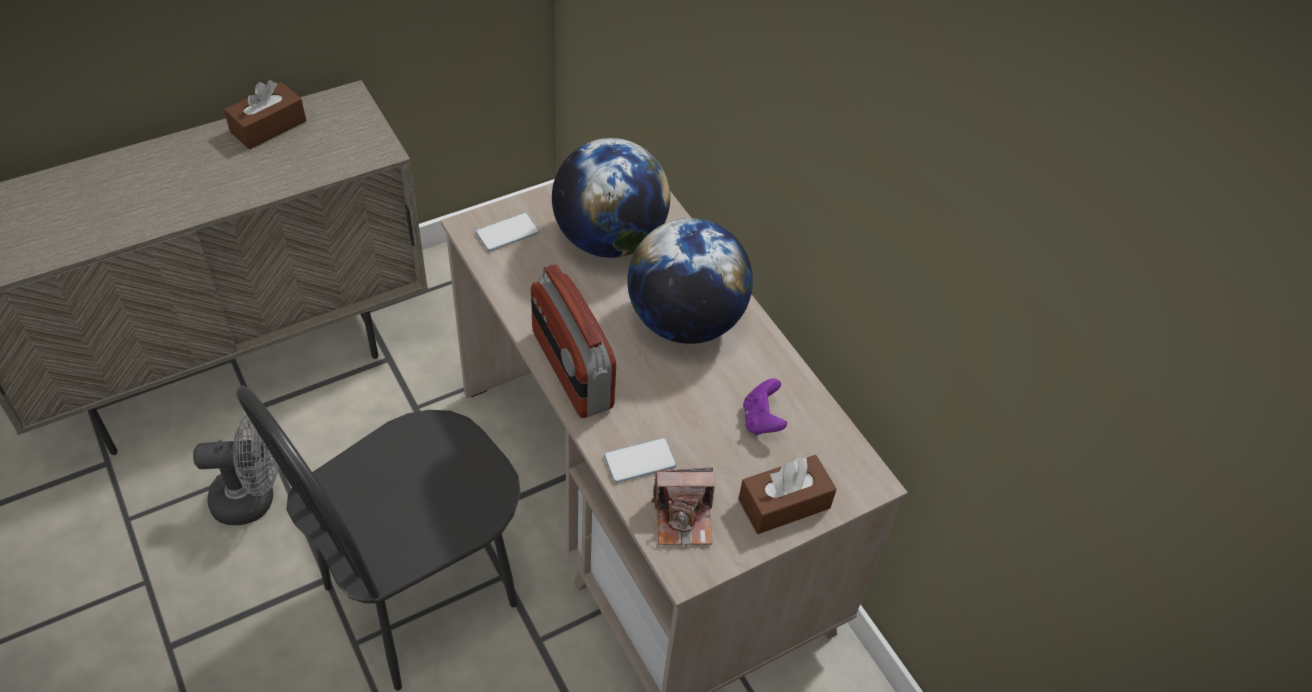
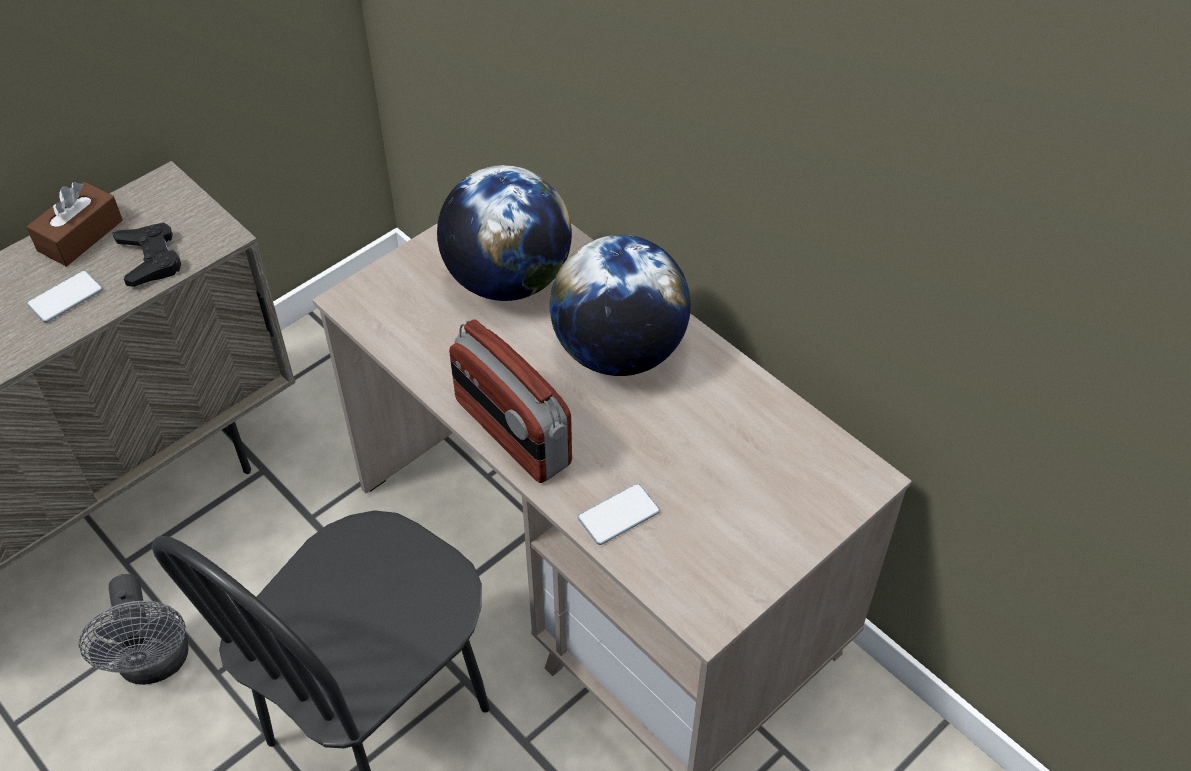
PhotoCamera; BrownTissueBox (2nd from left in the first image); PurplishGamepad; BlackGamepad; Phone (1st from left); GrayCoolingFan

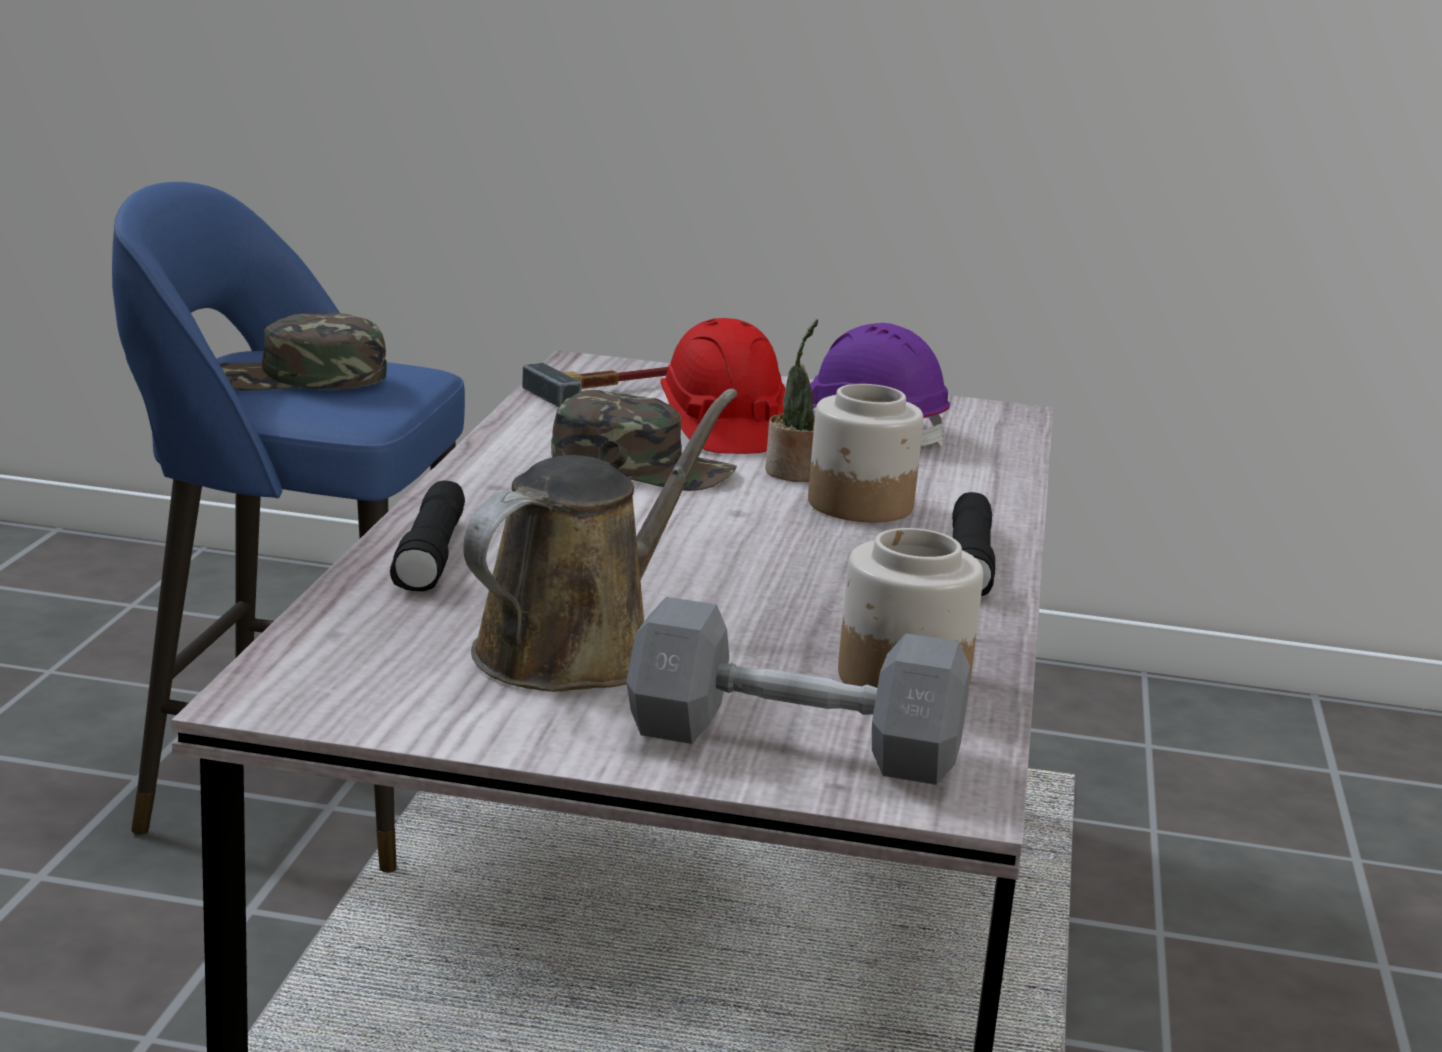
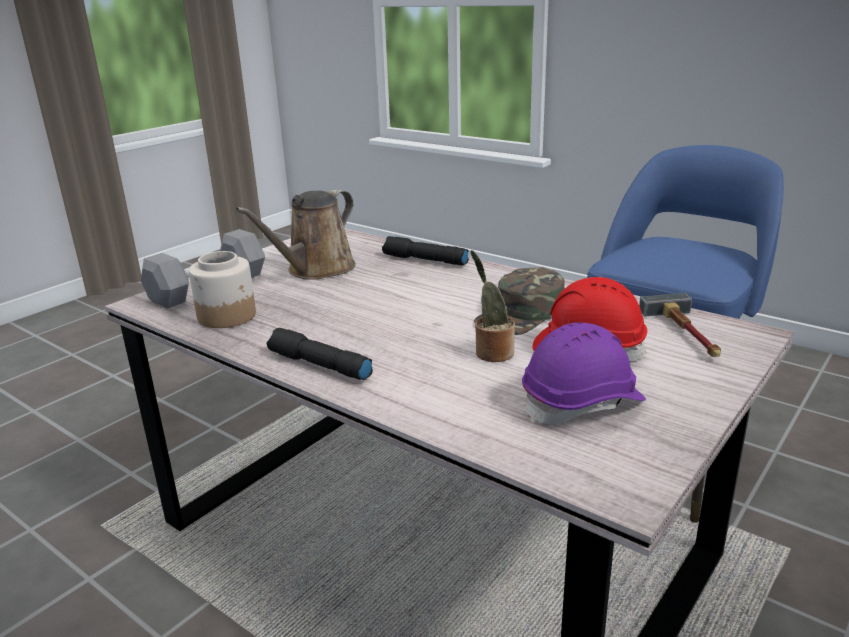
GreenishPeakedCap (1st from left in the first image); Jar (1st from left in the first image); BrownWateringCan

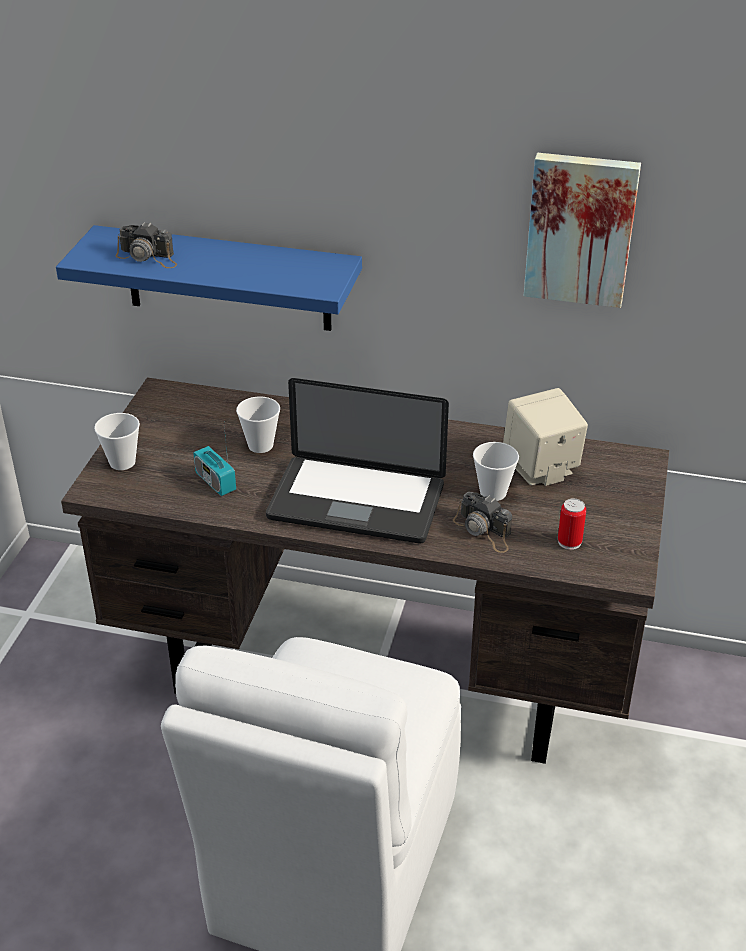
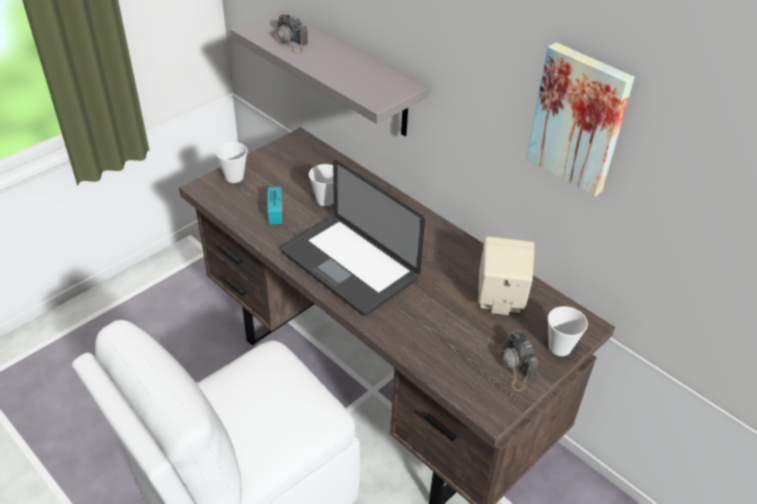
Can; PhotoCamera (2nd from left); Cup (3rd from left); GrayShelf

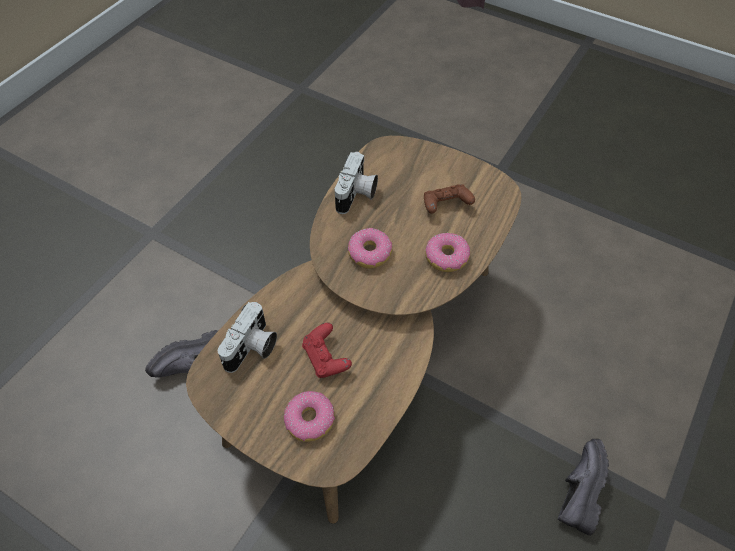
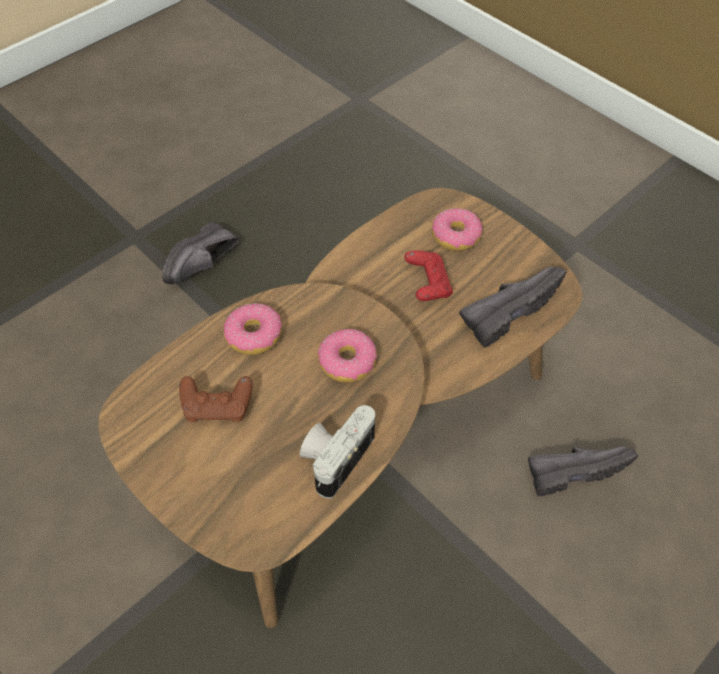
BlackShoe (2nd from left)

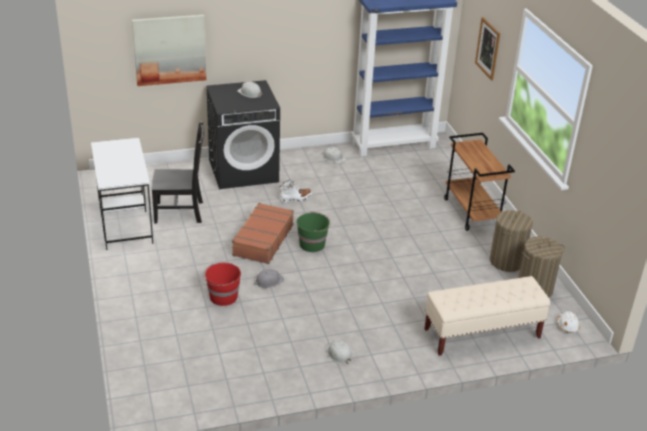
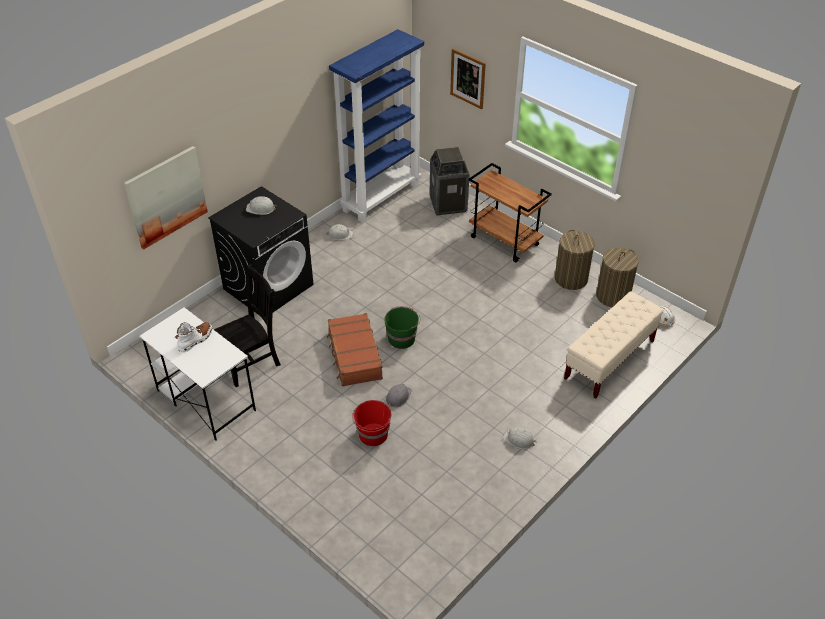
WasteBin; WhiteColouredTallBoot

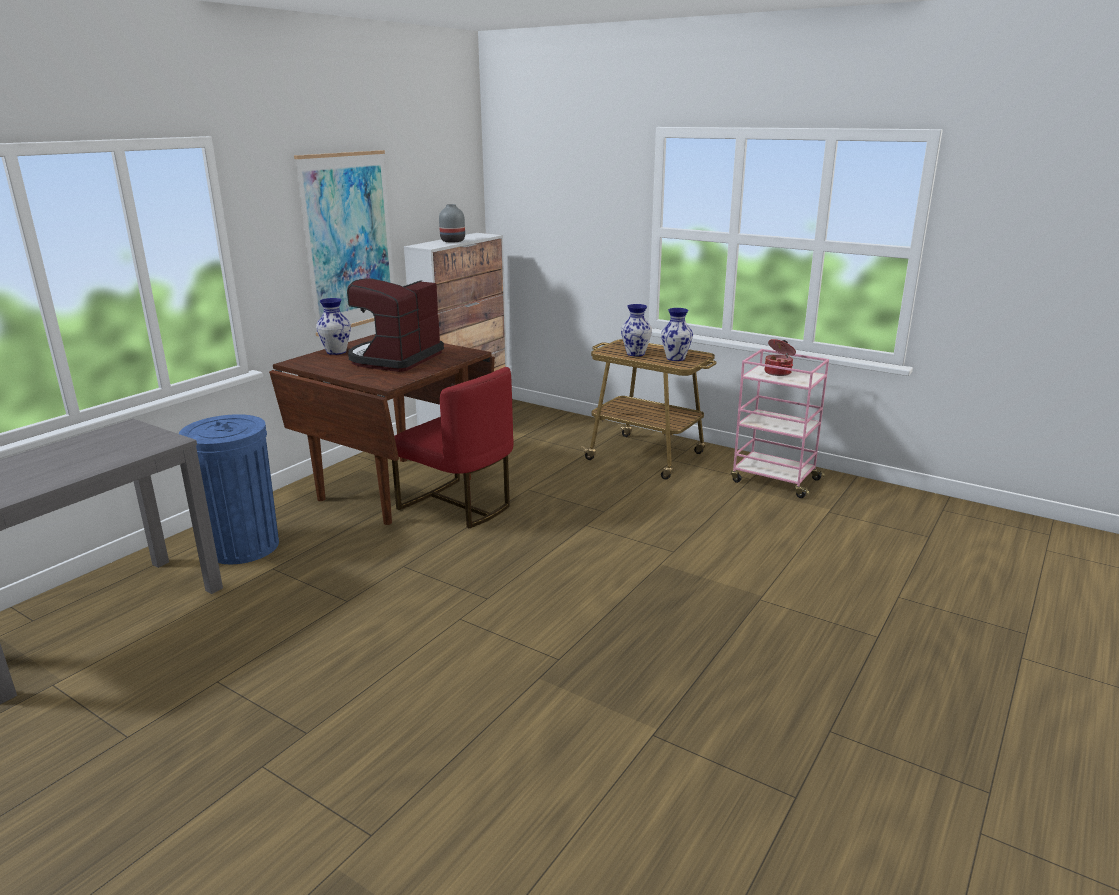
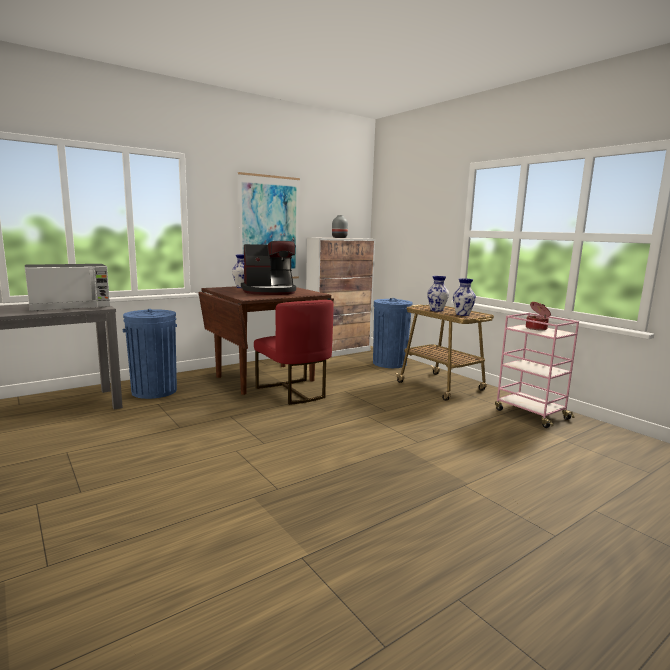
KitchenMicrowave; BlueColouredWasteBin (2nd from left); CoffeeMachine

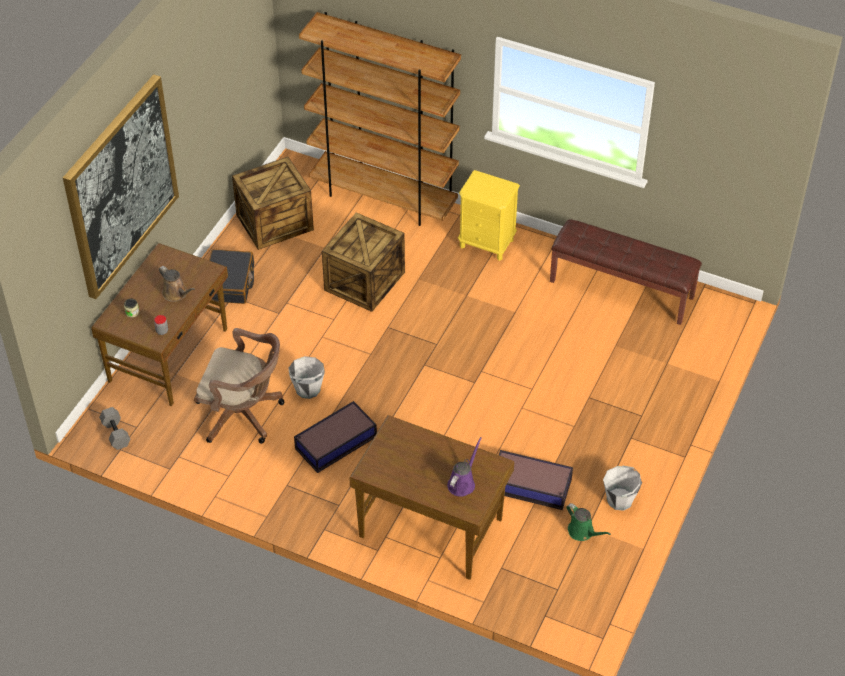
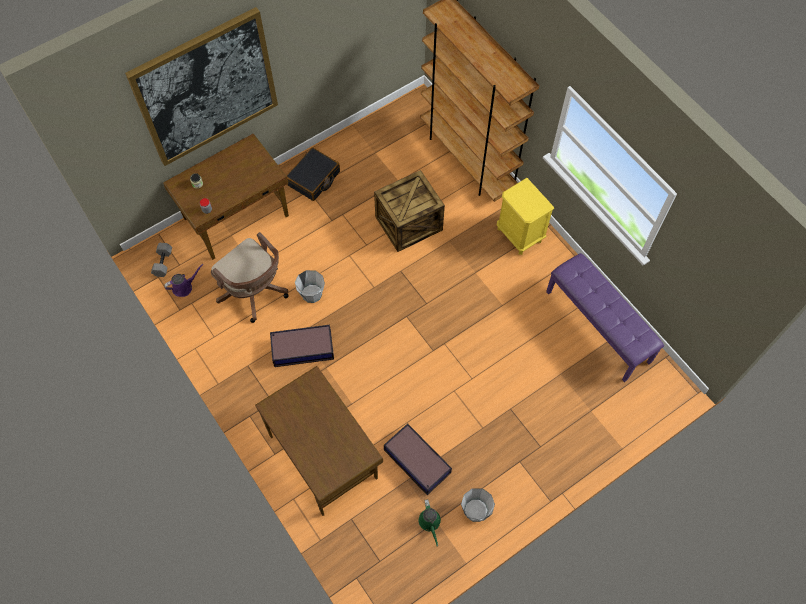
BrownWateringCan; ShippingCrate (1st from left in the first image); PurplishWateringCan; PurplishBench

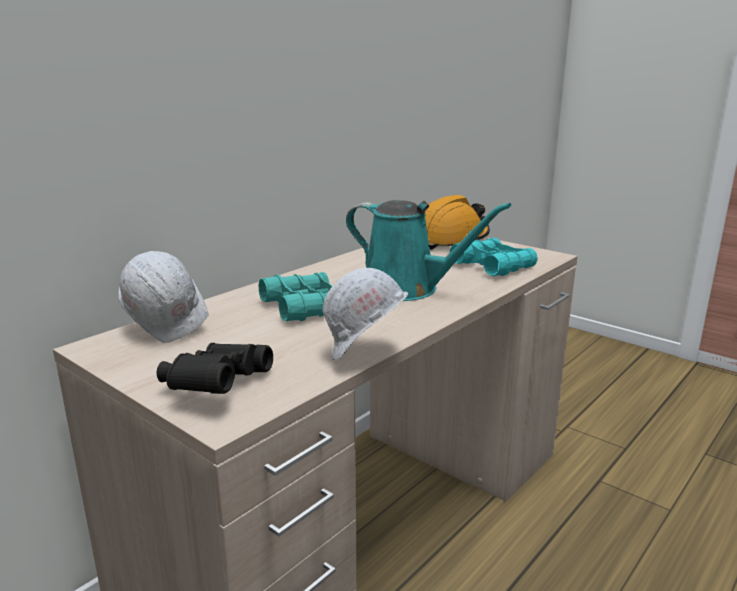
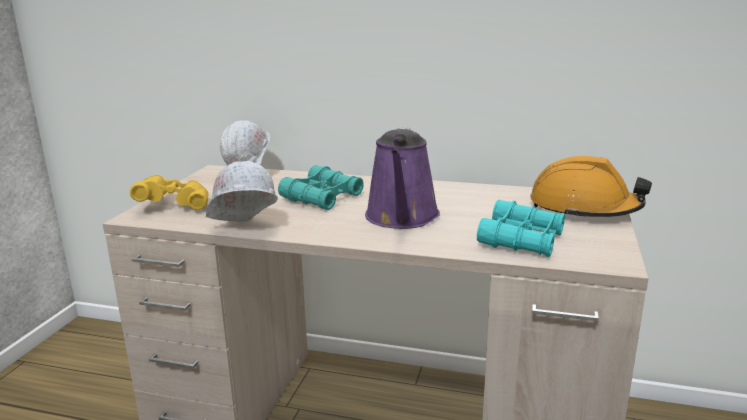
YellowBinoculars; PurplishWateringCan

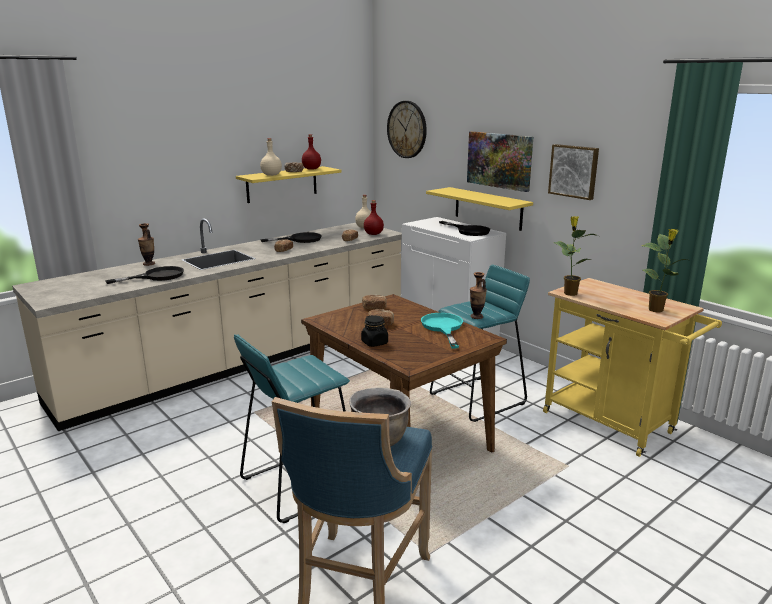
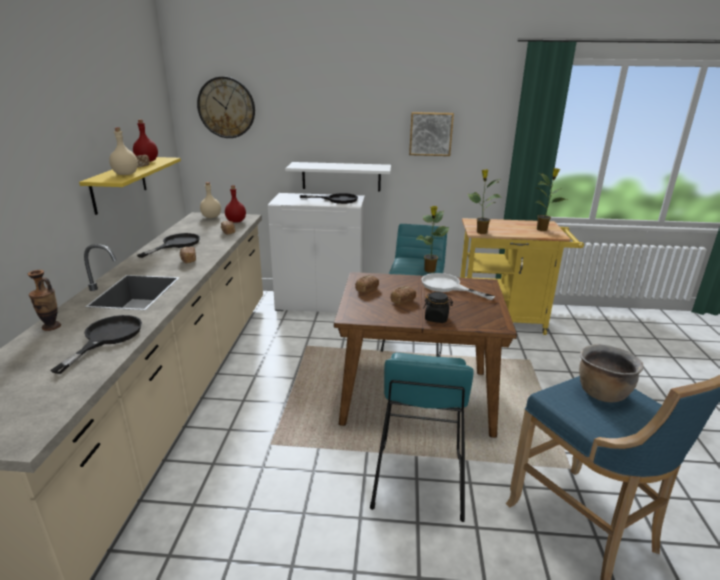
Picture (1st from left in the first image); Houseplant (1st from left); WhiteColouredPan; WhiteColouredShelf

